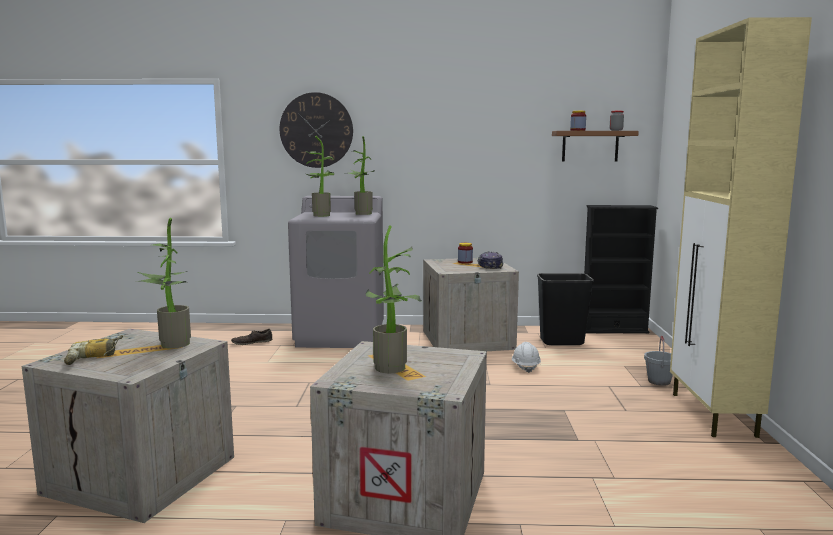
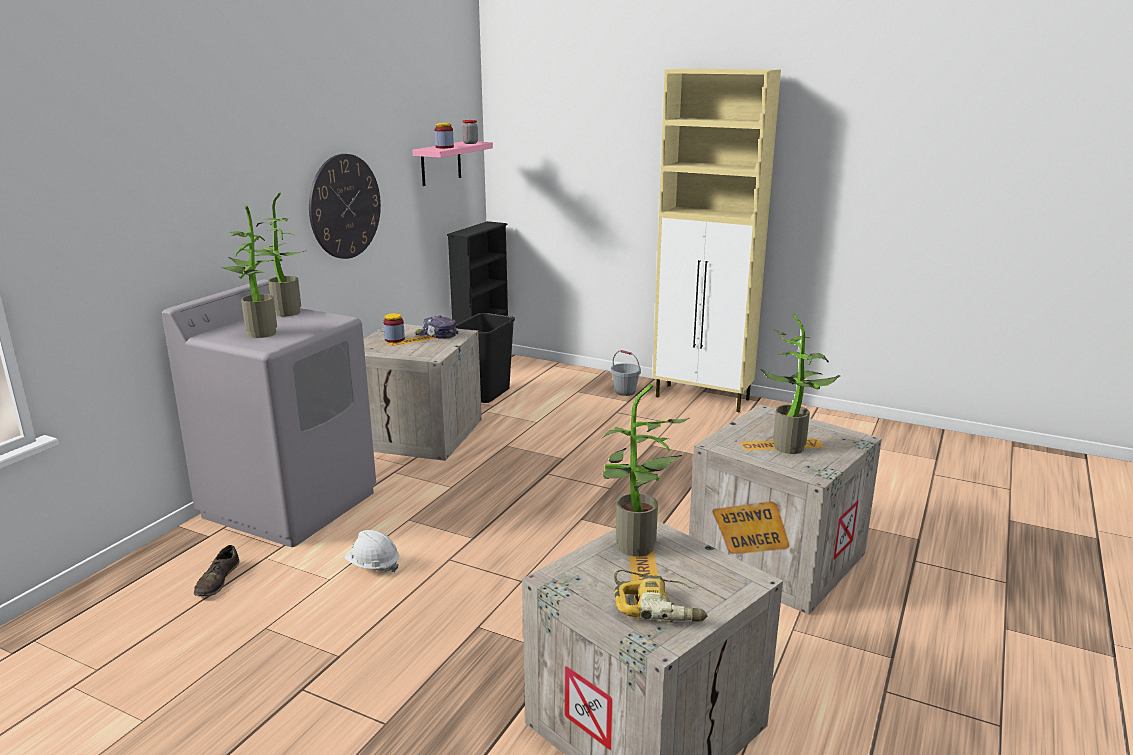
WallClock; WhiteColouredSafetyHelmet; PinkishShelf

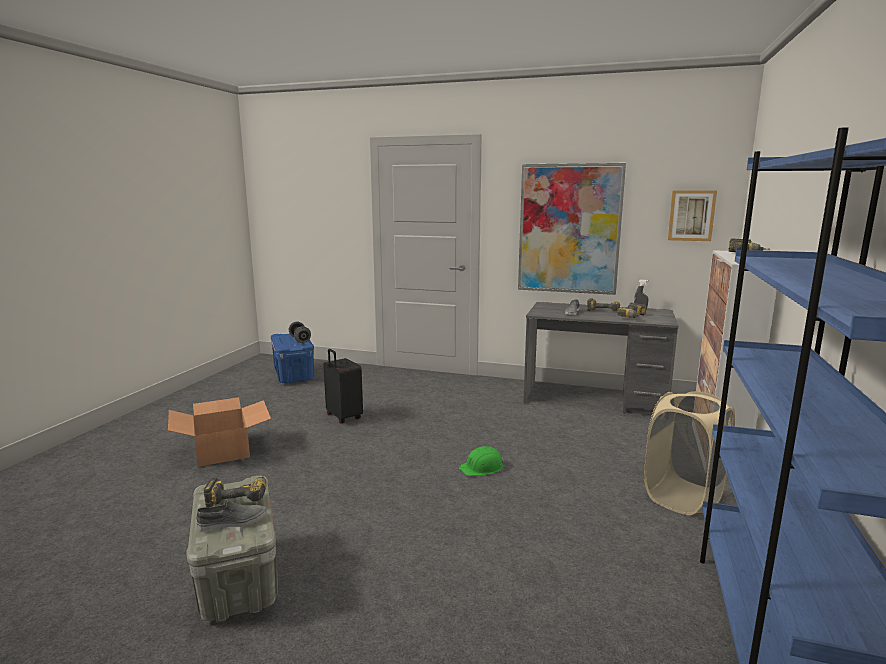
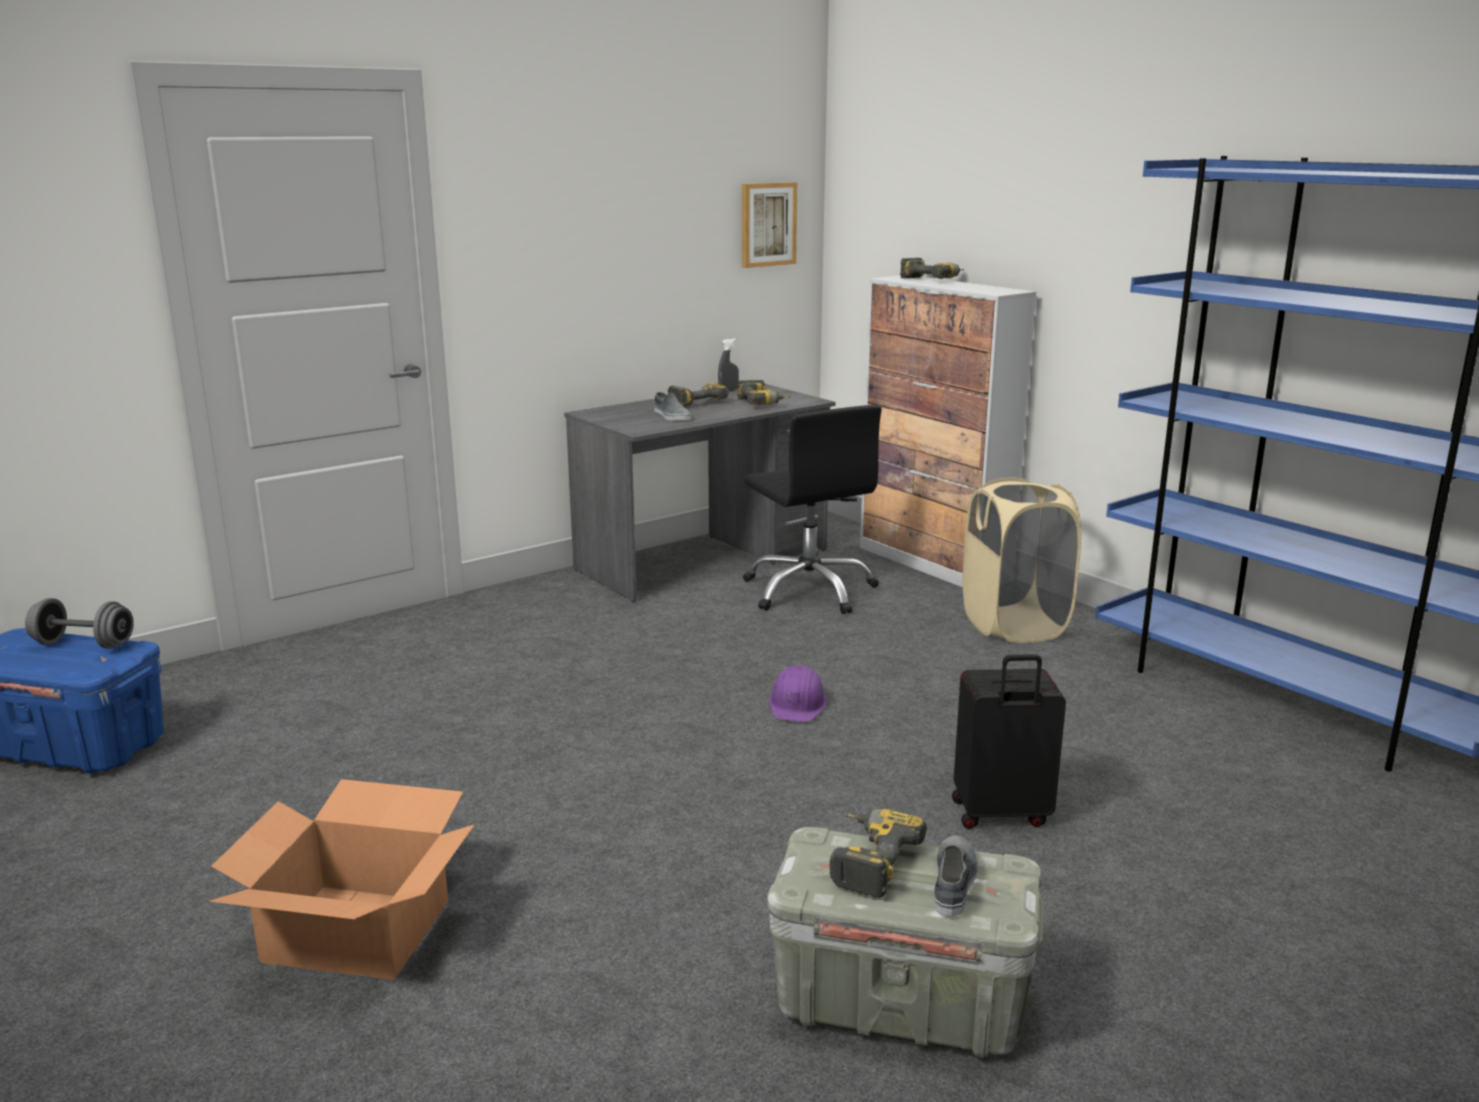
Picture (1st from left in the first image); BlackComputerChair; BlackPieceOfLuggage; PurplishSafetyHelmet

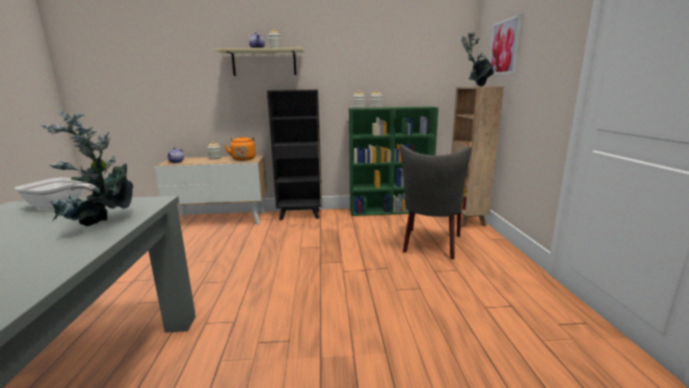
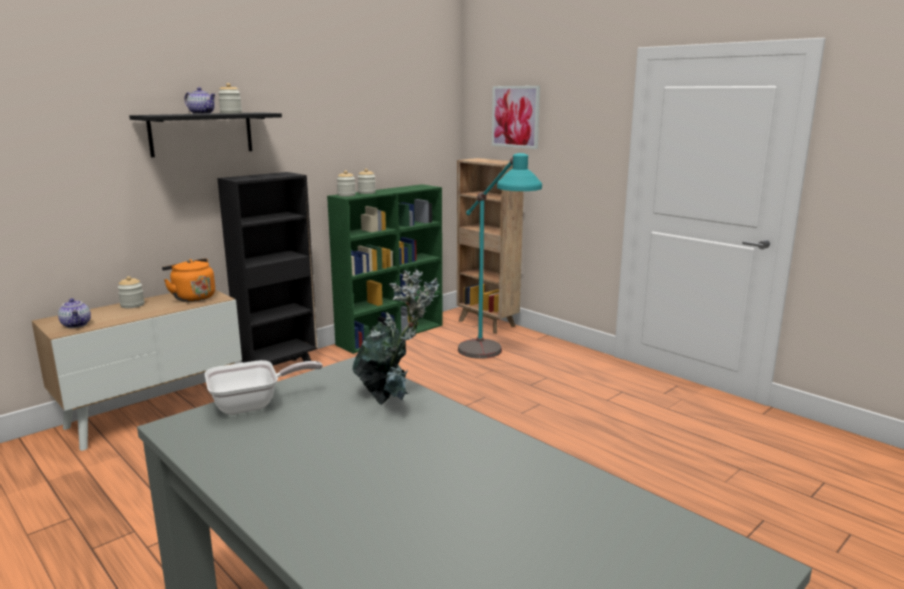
Houseplant (2nd from left in the first image); BlueGreenStandardLamp; BlackShelf

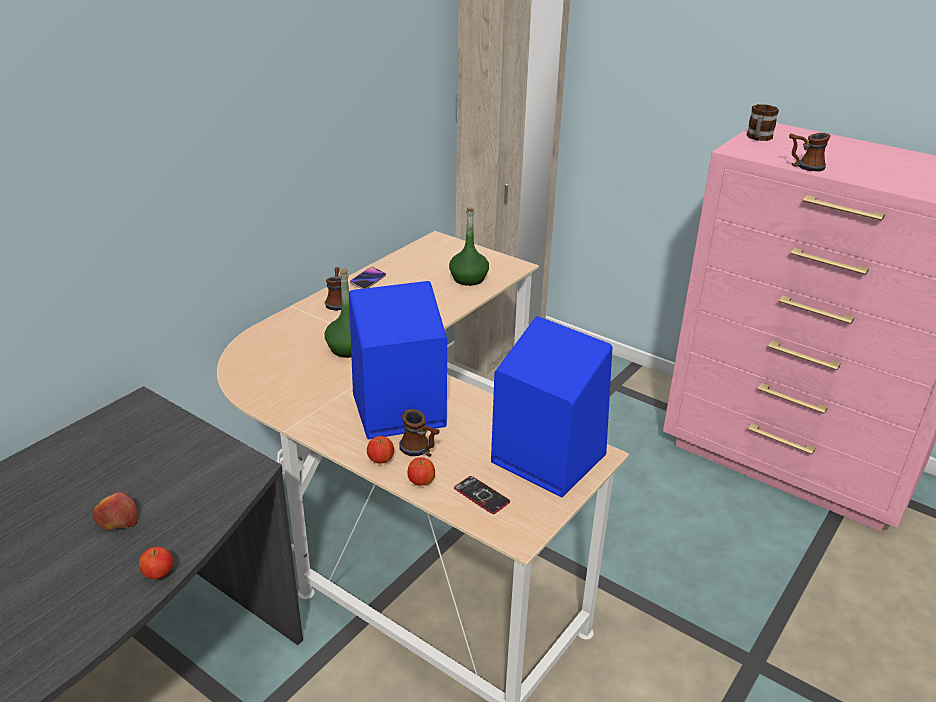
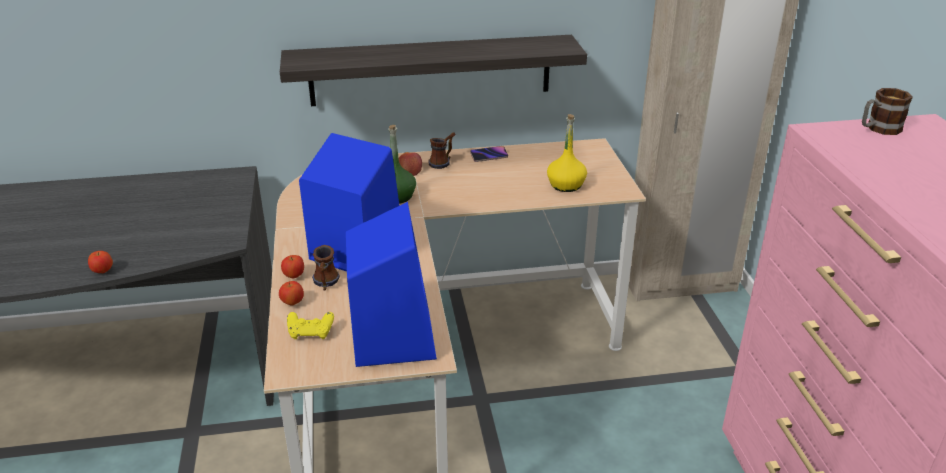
Mug (4th from left in the first image); Shelf; AppleFruit (4th from left); YellowGamepad; YellowBeverageBottle

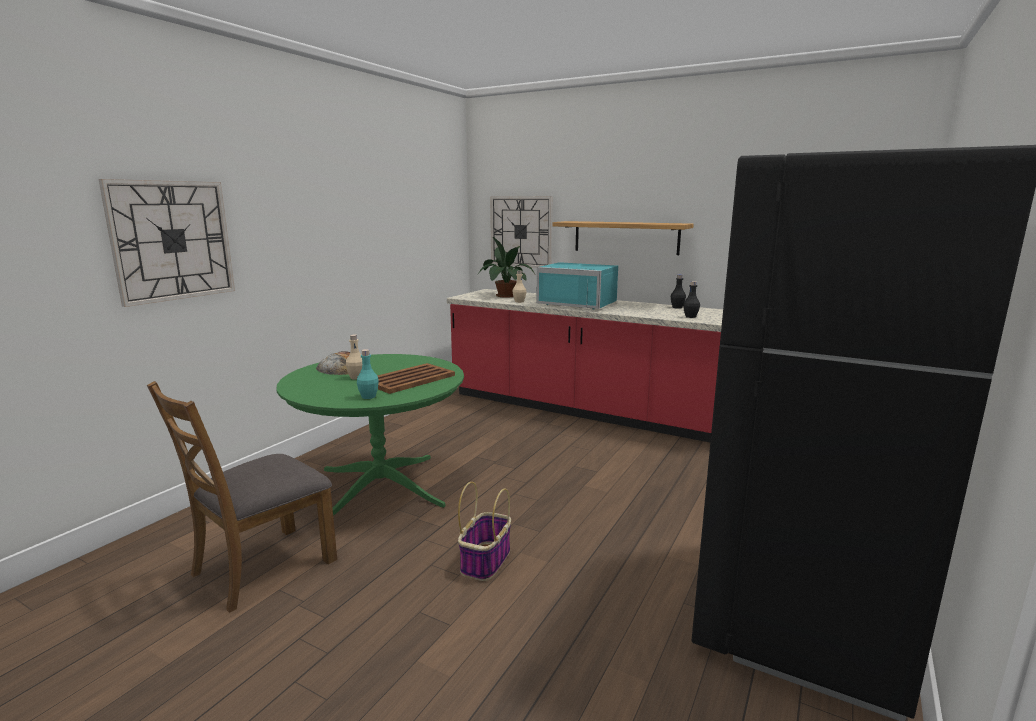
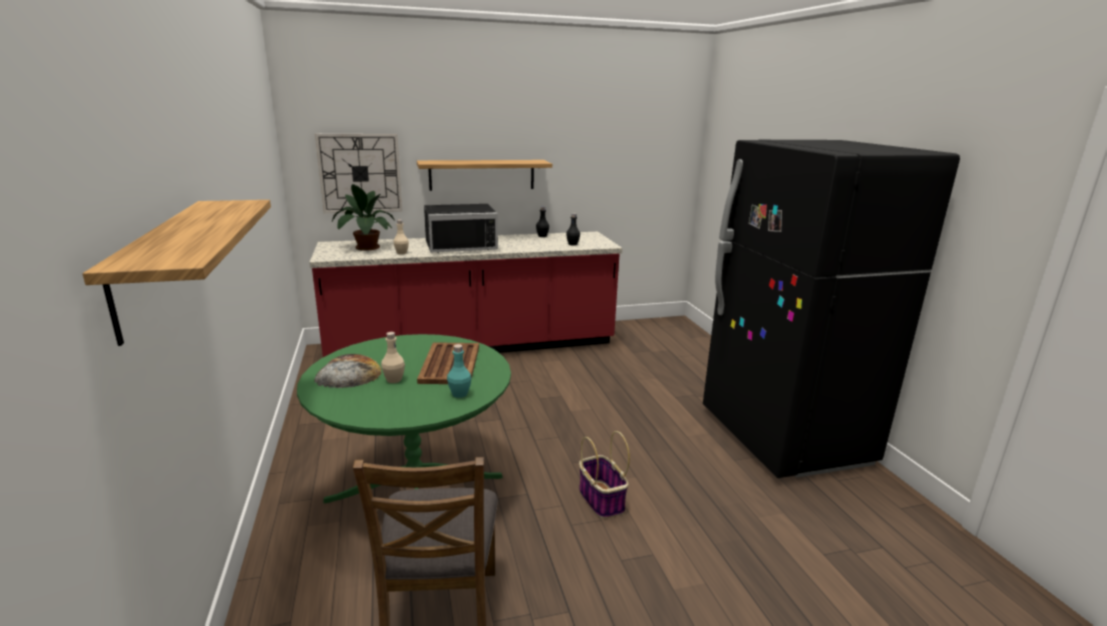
Shelf (1st from left); BlackKitchenMicrowave

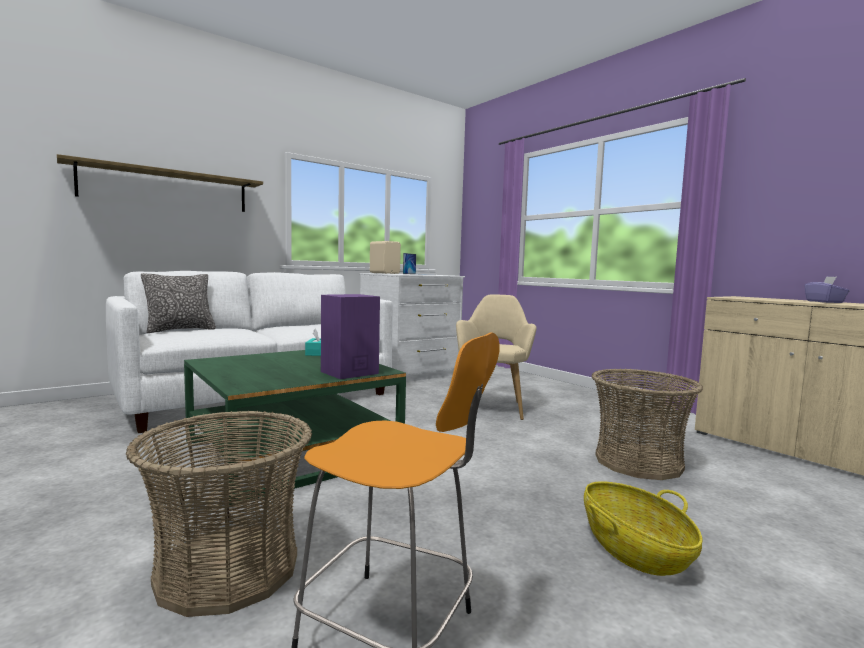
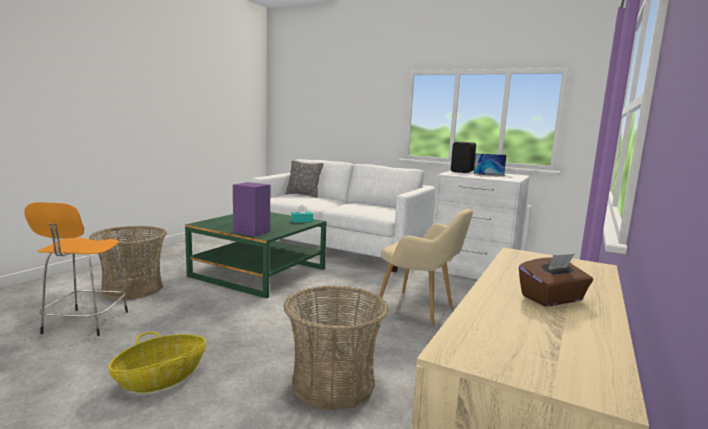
Shelf; BlackSpeaker; BrownTissueBox; SandColouredLoungeChair

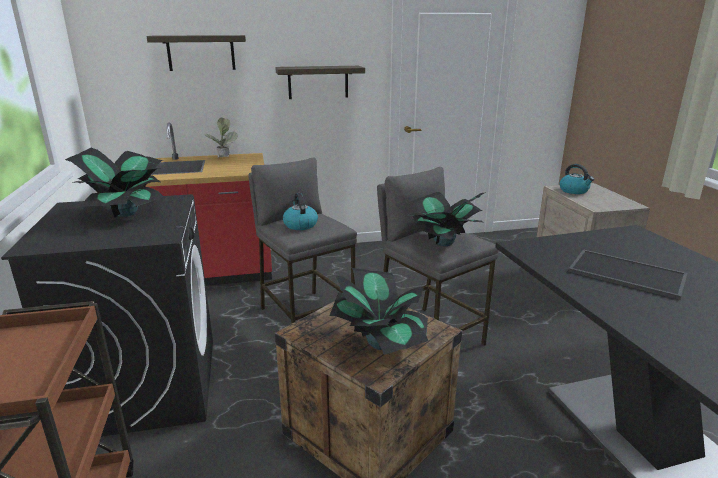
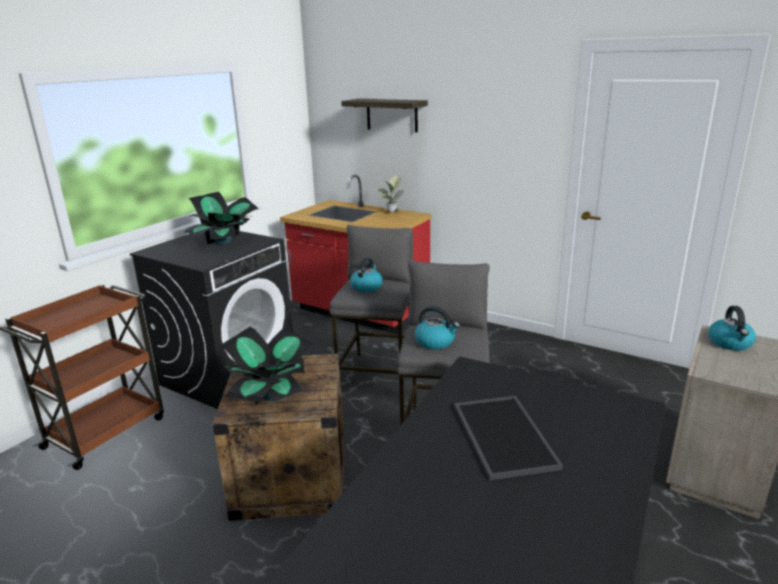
Shelf (2nd from left in the first image); WaterKettle (2nd from left)

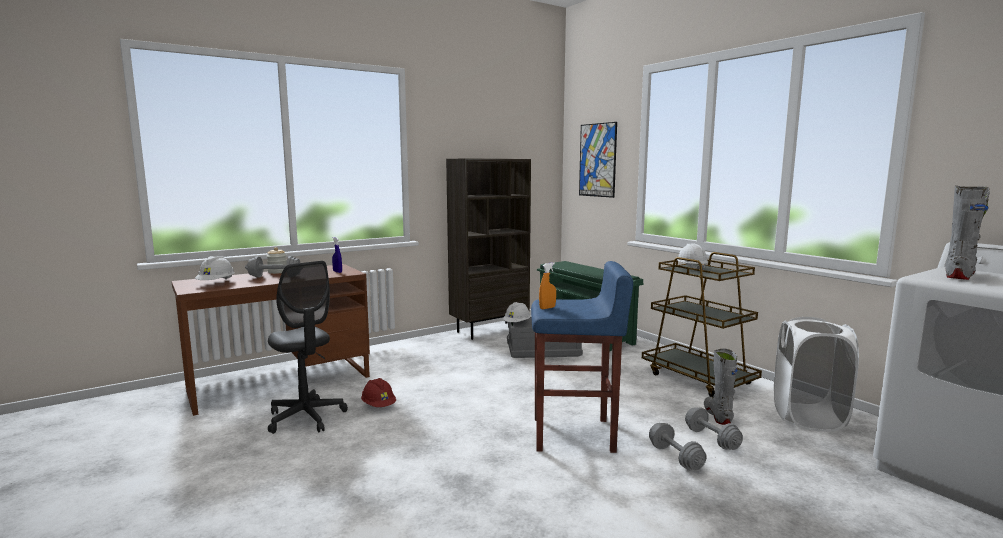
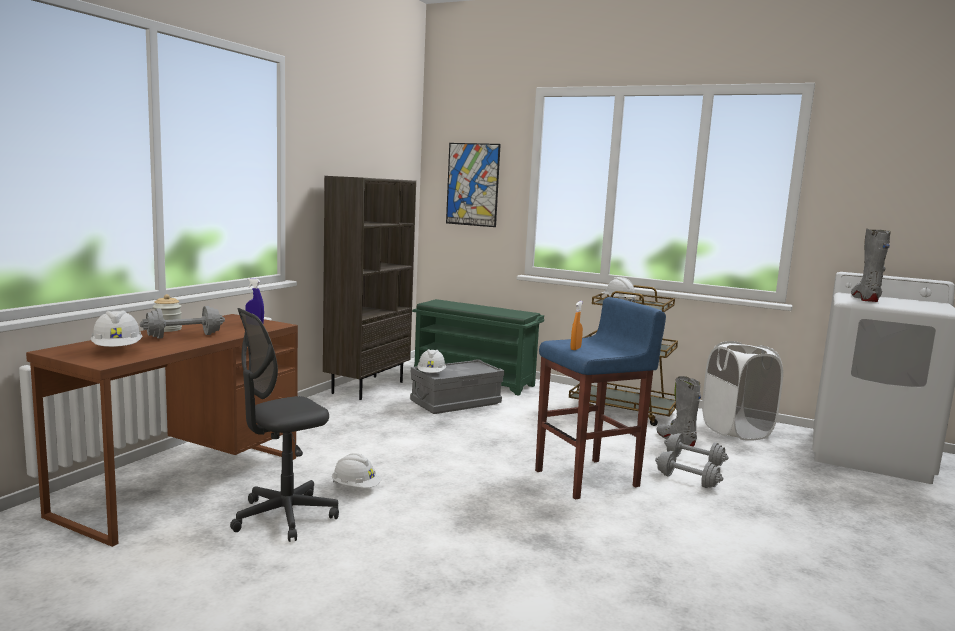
WhiteColouredSafetyHelmet (2nd from left); GrayComputerChair

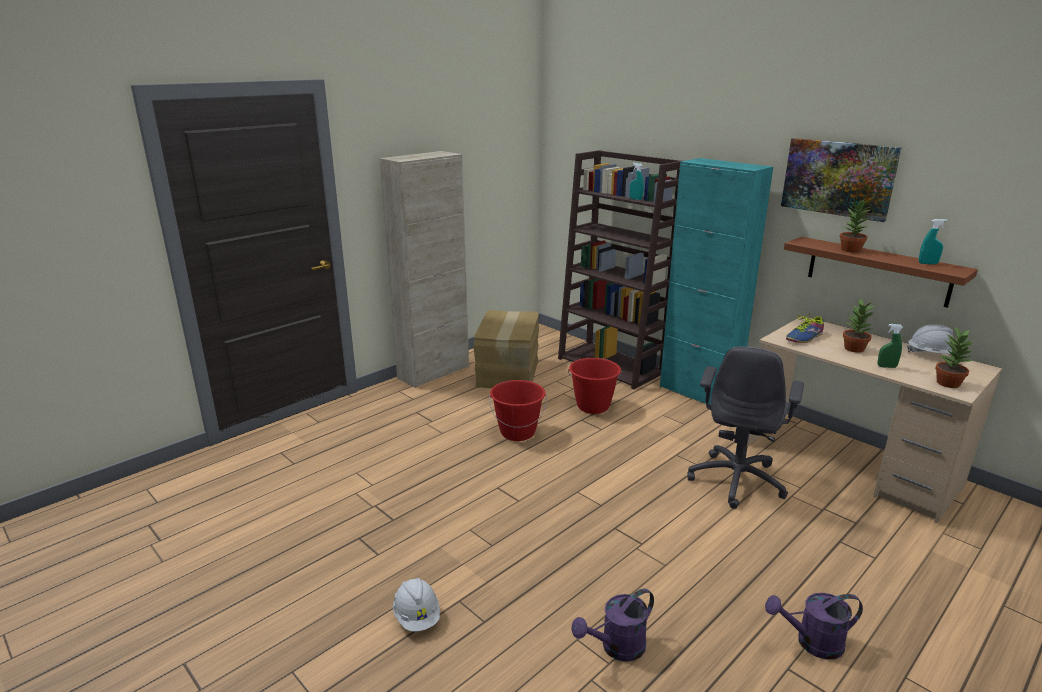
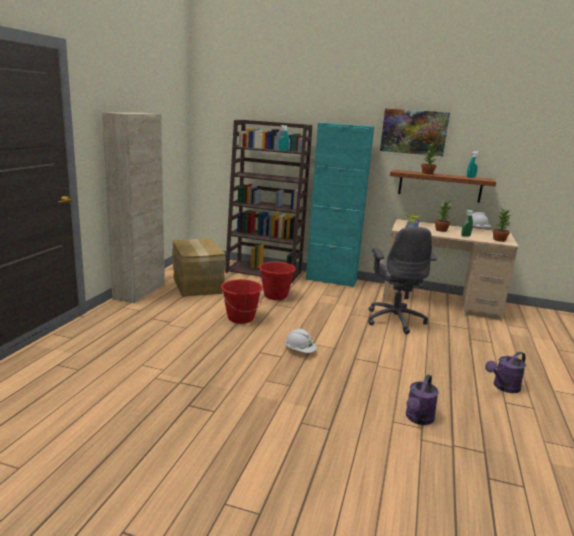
WhiteColouredSafetyHelmet (1st from left)

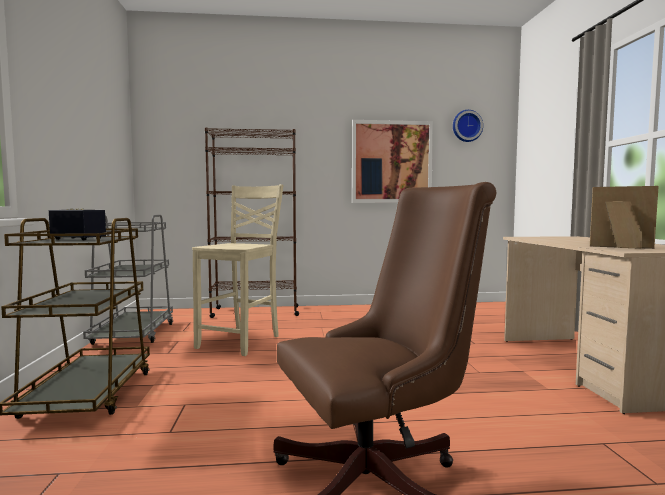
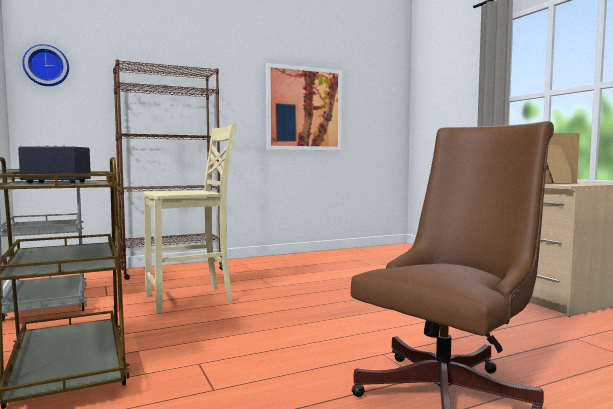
WallClock; SandColouredPlainChair

